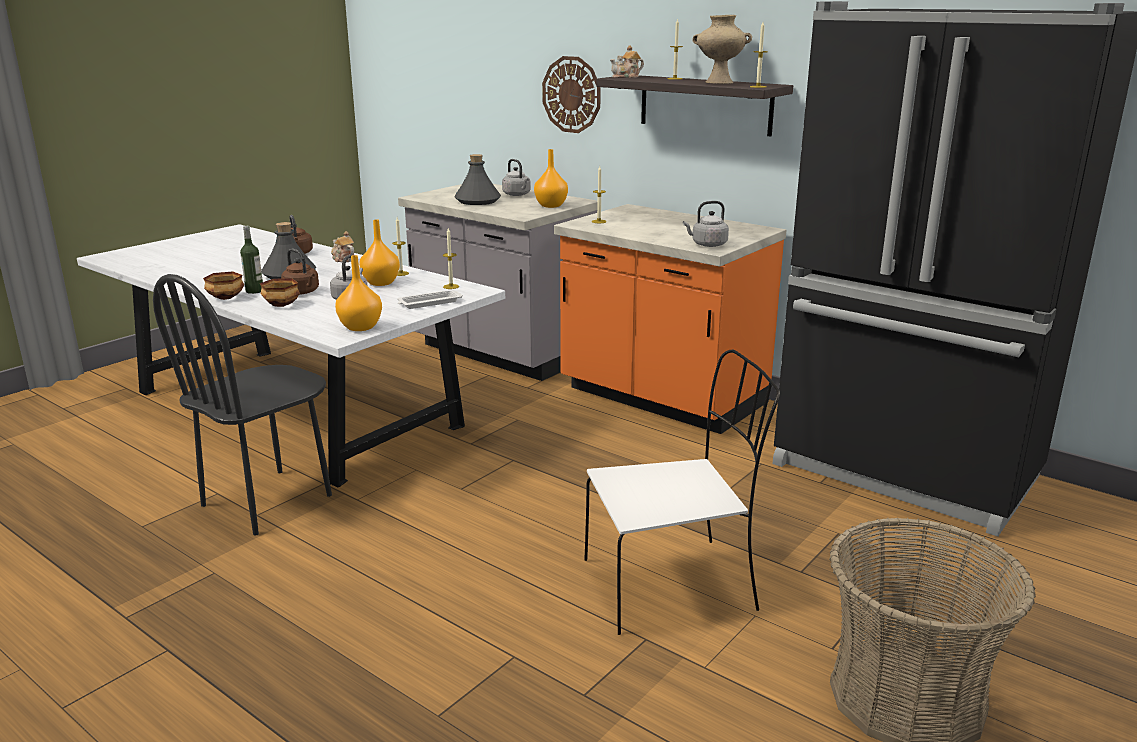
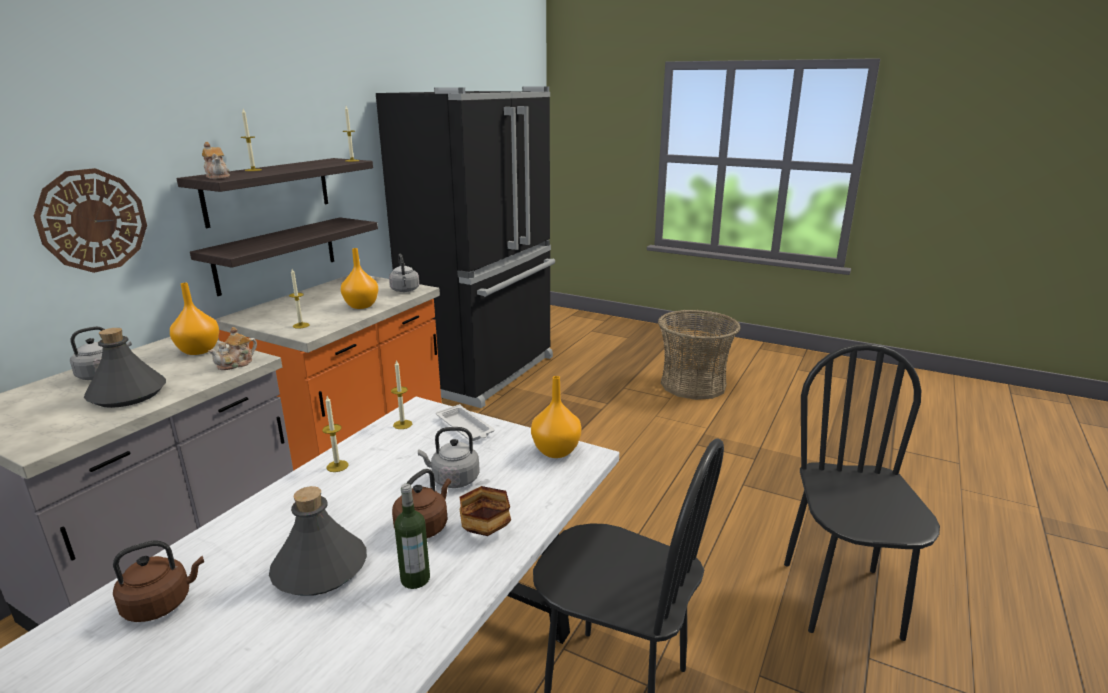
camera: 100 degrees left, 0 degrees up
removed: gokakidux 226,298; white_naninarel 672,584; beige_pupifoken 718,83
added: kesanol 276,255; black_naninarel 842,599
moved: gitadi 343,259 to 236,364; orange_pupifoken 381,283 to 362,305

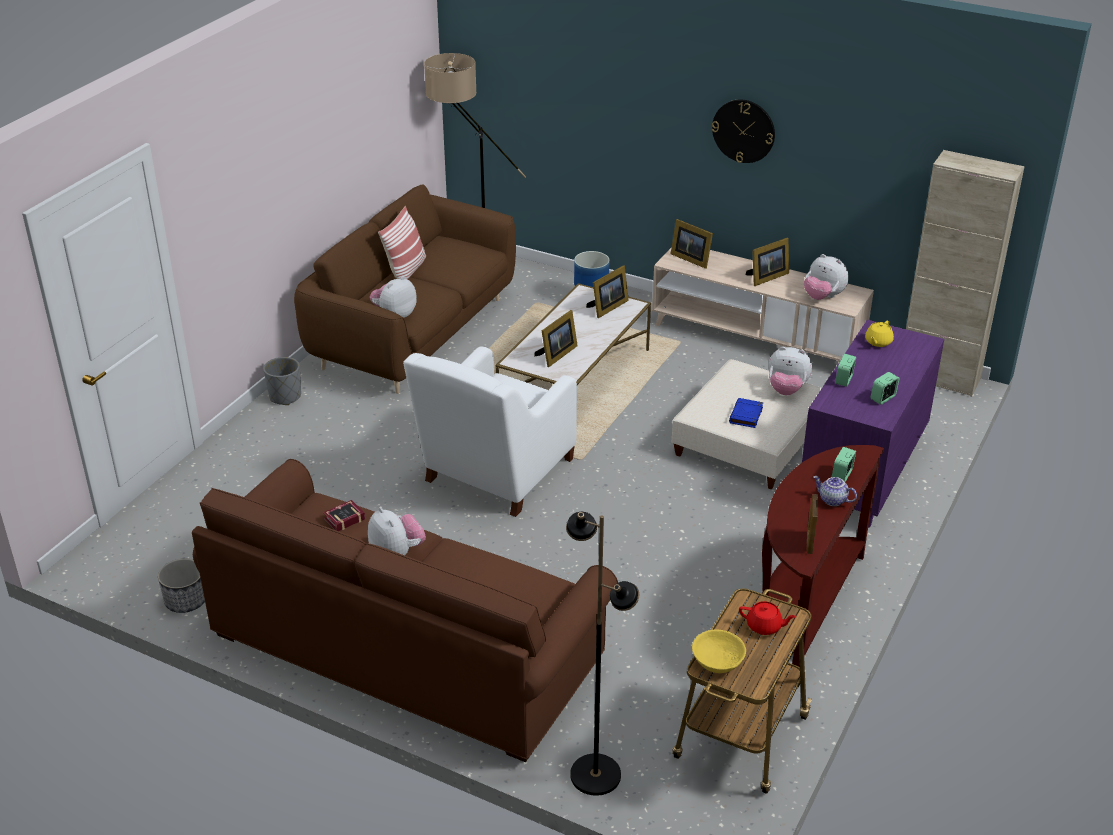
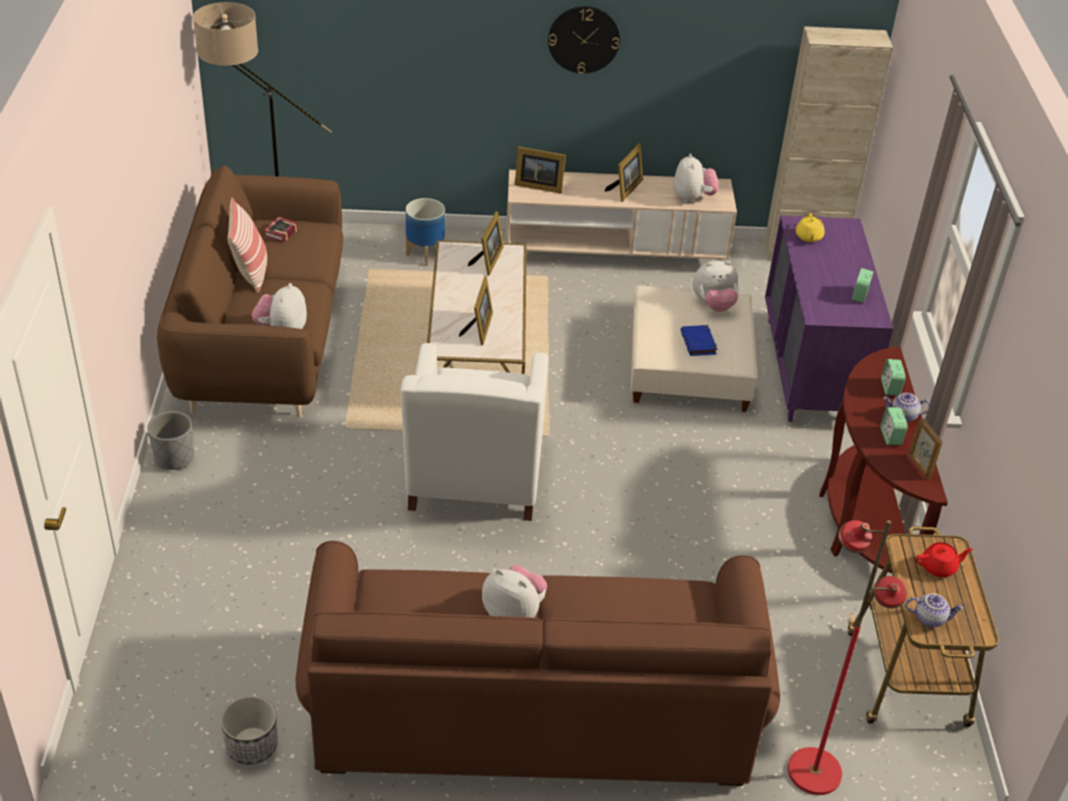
camera: 30 degrees left, 5 degrees up
moved: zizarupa 342,519 to 279,233; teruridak 844,380 to 890,436
replaced: yellow_gokakidux 717,660 to gitadi 930,618
recoloured: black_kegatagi 595,774 to red_kegatagi 813,771
turned: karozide 823,297 = 693,198 105 degrees counterclockwise

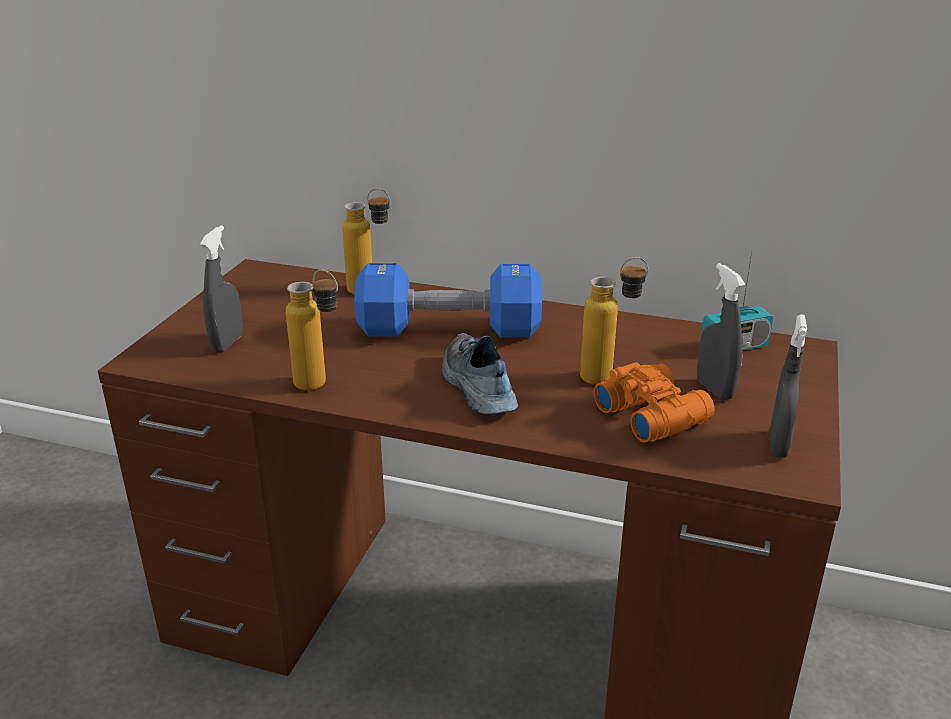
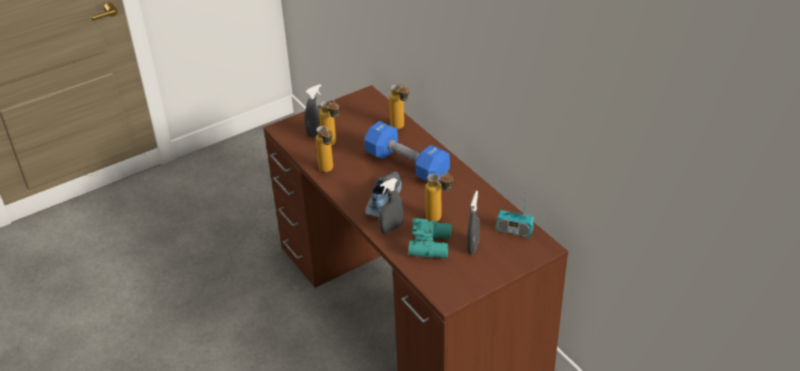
camera: 40 degrees right, 10 degrees up
added: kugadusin 333,145
moved: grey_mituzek 778,445 to 391,229
recoloured: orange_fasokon 652,414 to turquoise_fasokon 431,244

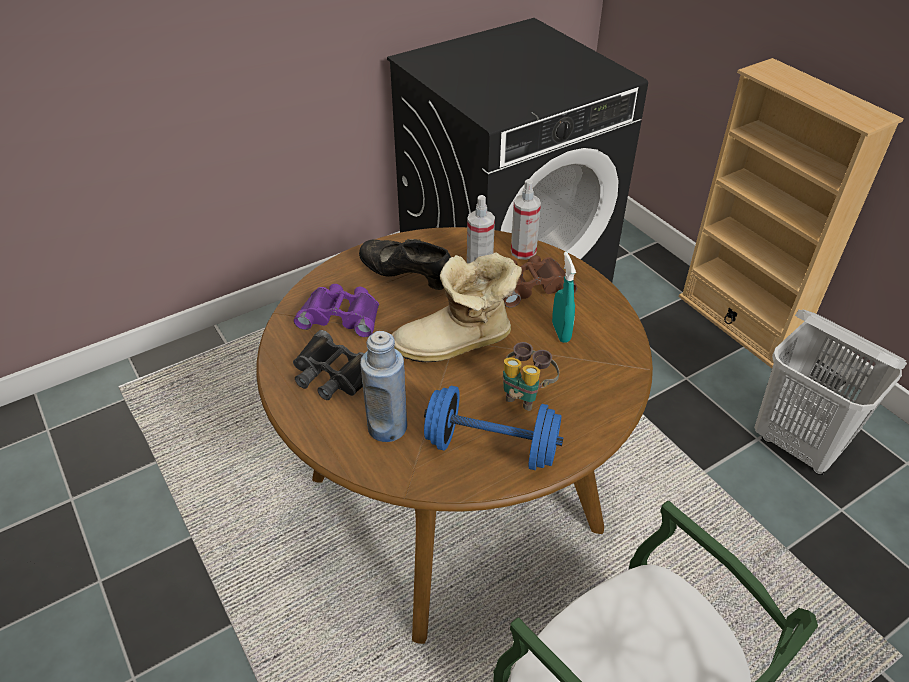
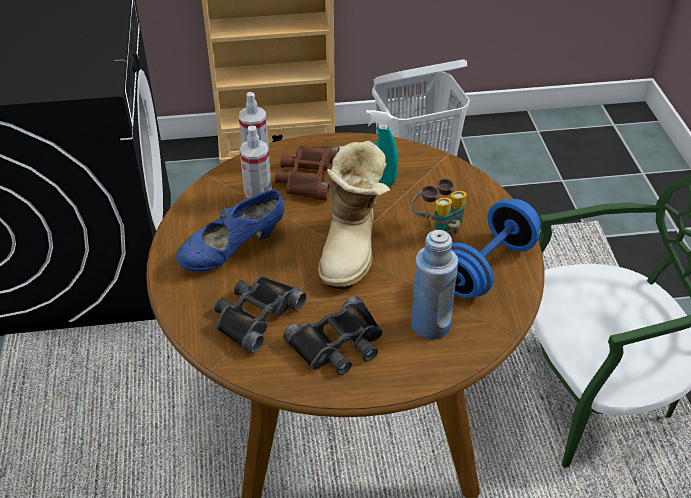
camera: 65 degrees left, 0 degrees up
recoloured: purple_fasokon 341,315 to black_fasokon 255,316; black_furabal 407,277 to blue_furabal 233,251

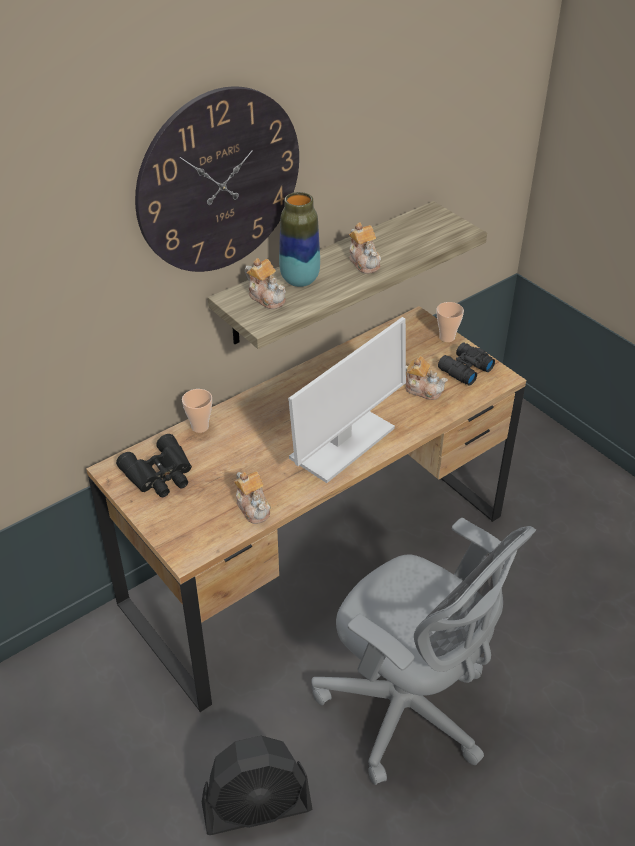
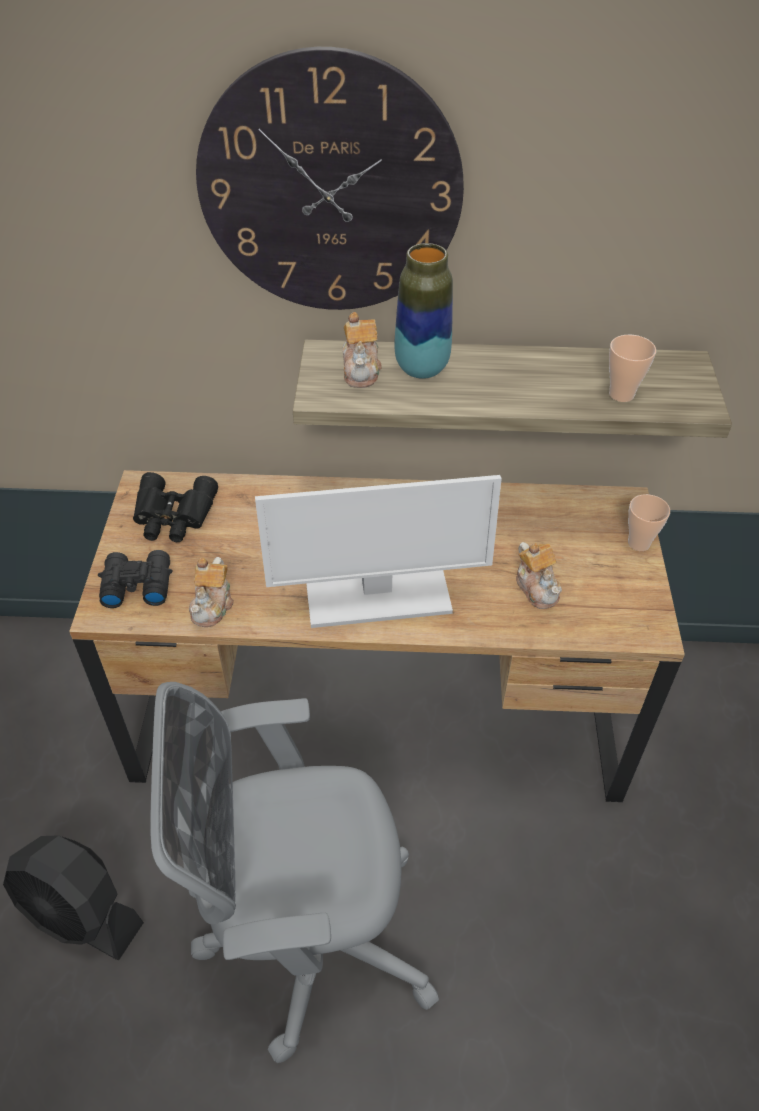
camera: 40 degrees right, 5 degrees up
removed: gitadi 364,262
moved: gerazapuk 200,427 to 621,394; black_fasokon 464,369 to 136,585
turned: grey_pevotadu 409,710 = 306,938 90 degrees clockwise

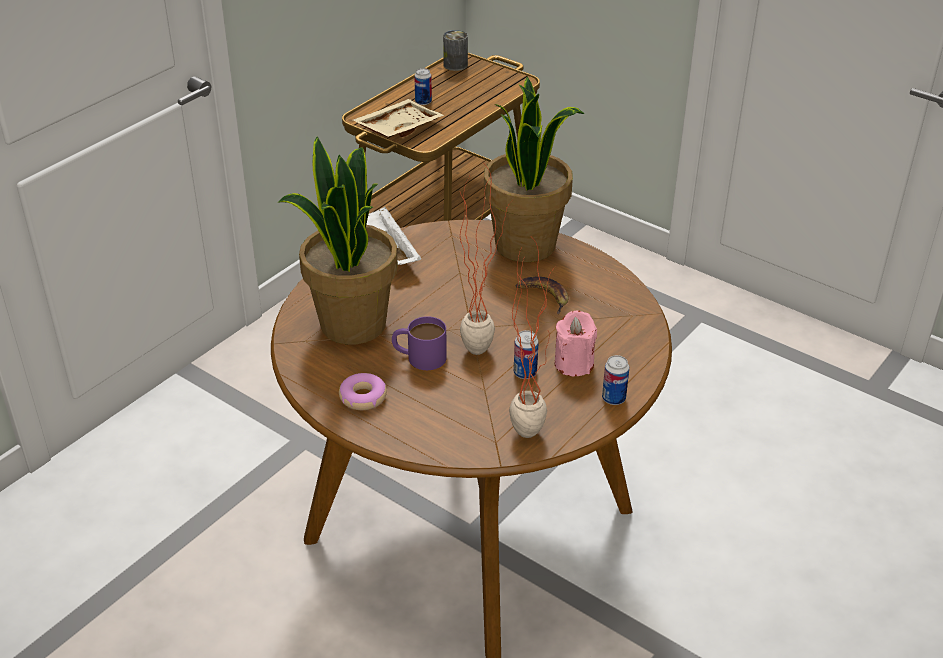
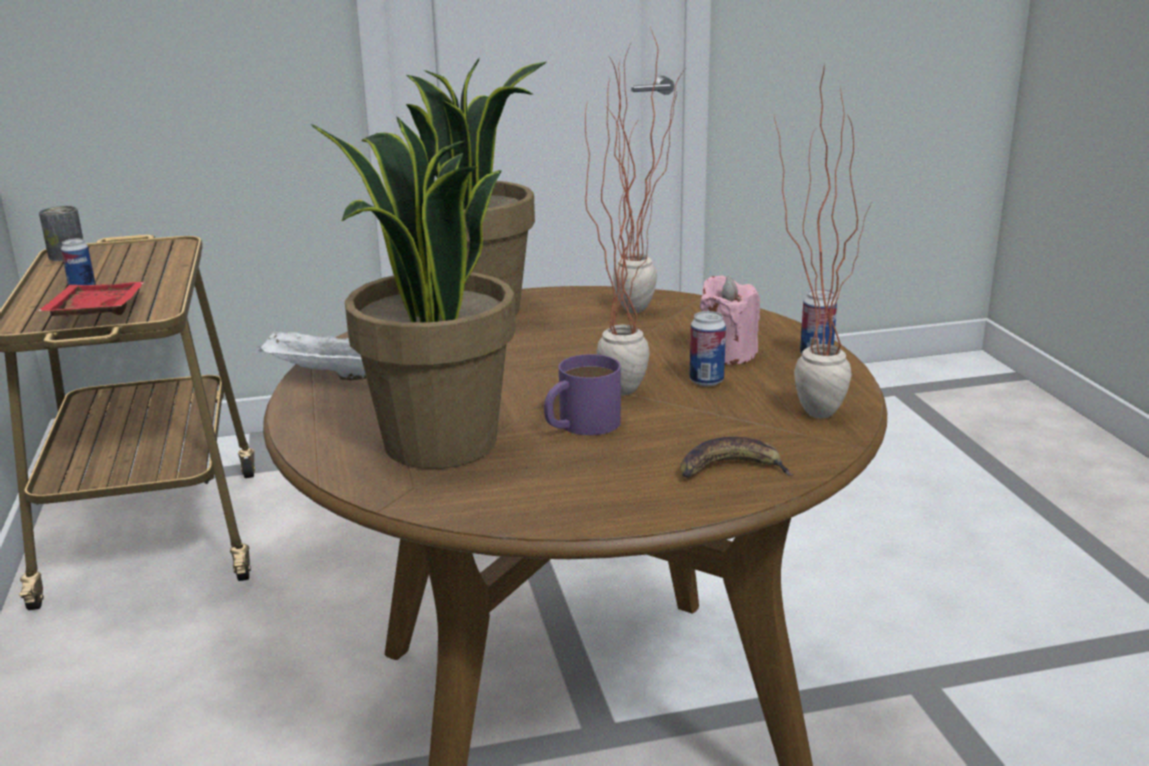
camera: 50 degrees left, 15 degrees down
removed: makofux 363,397
added: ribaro 648,310
moved: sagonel 543,296 to 730,469
recoloured: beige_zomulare 397,128 to red_zomulare 94,314

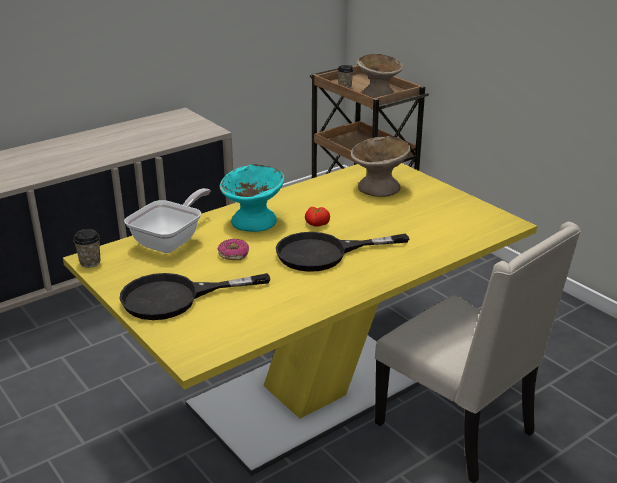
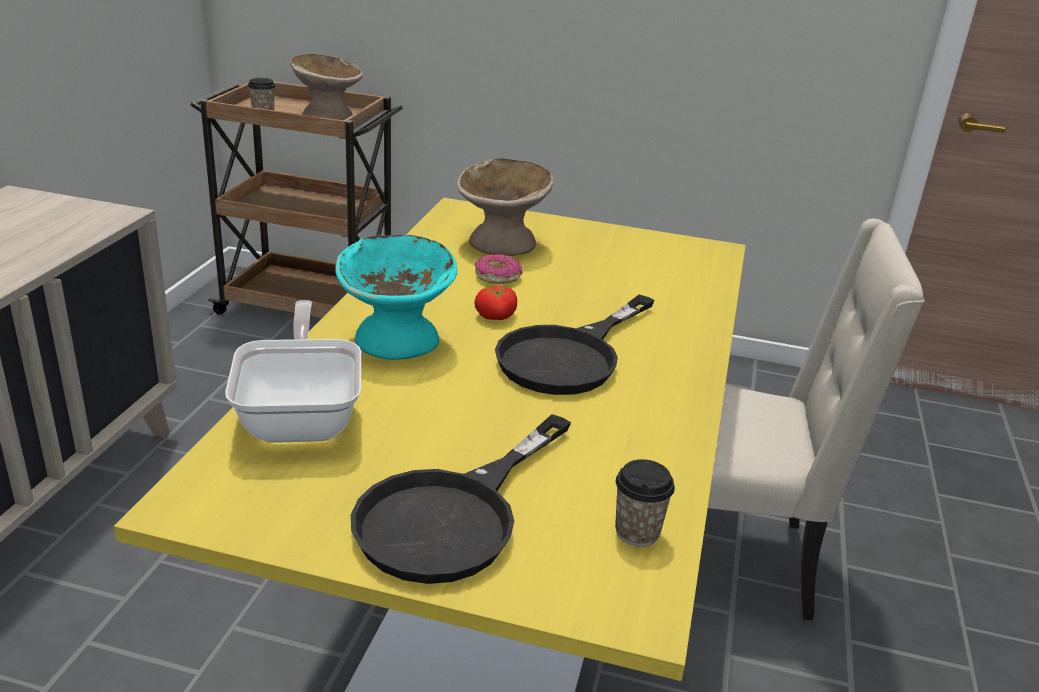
camera: 40 degrees left, 0 degrees up
moved: gerazapuk 90,262 to 637,532; makofux 233,254 to 497,277

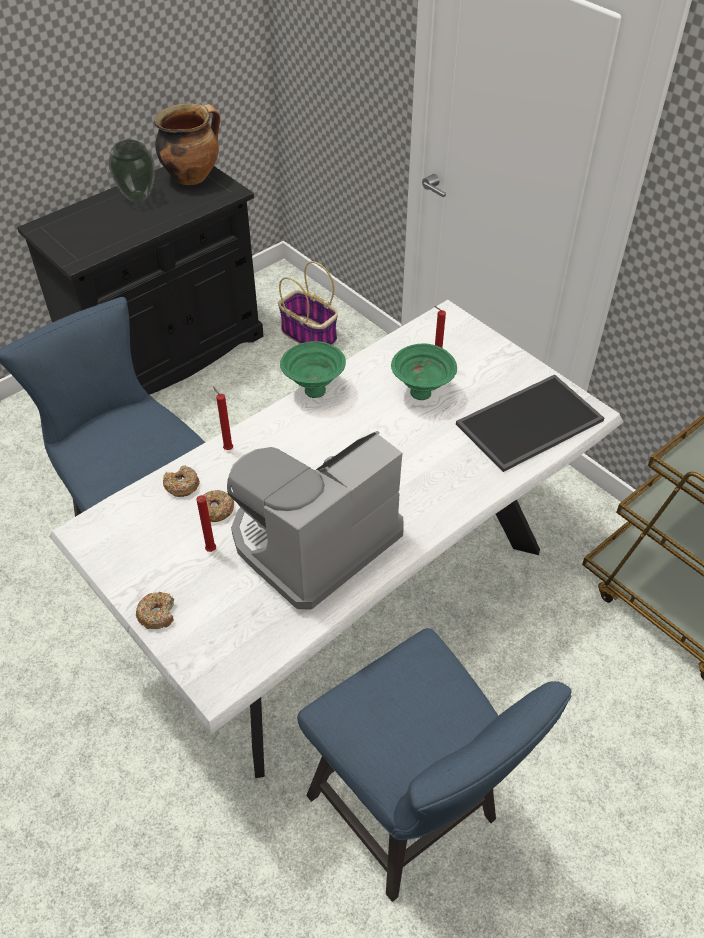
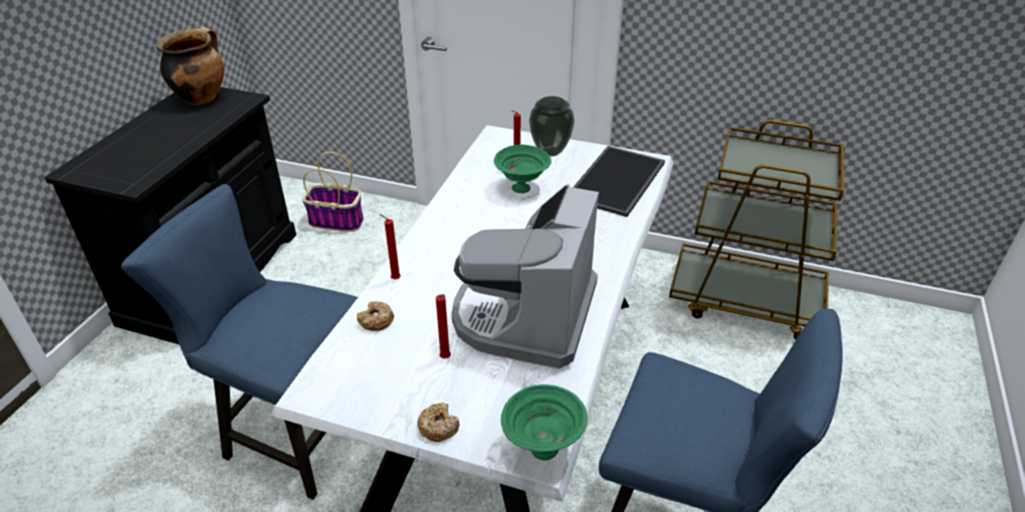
camera: 30 degrees left, 10 degrees down
removed: makofux 216,510
moved: pupifoken 137,196 to 549,152; green_gokakidux 313,391 to 542,450

